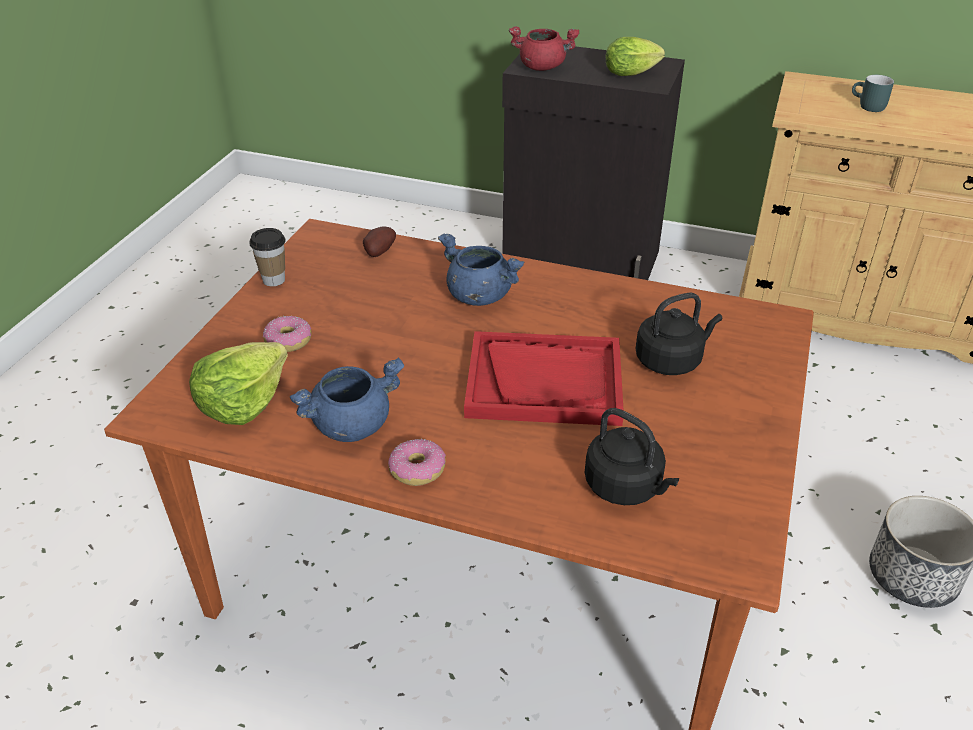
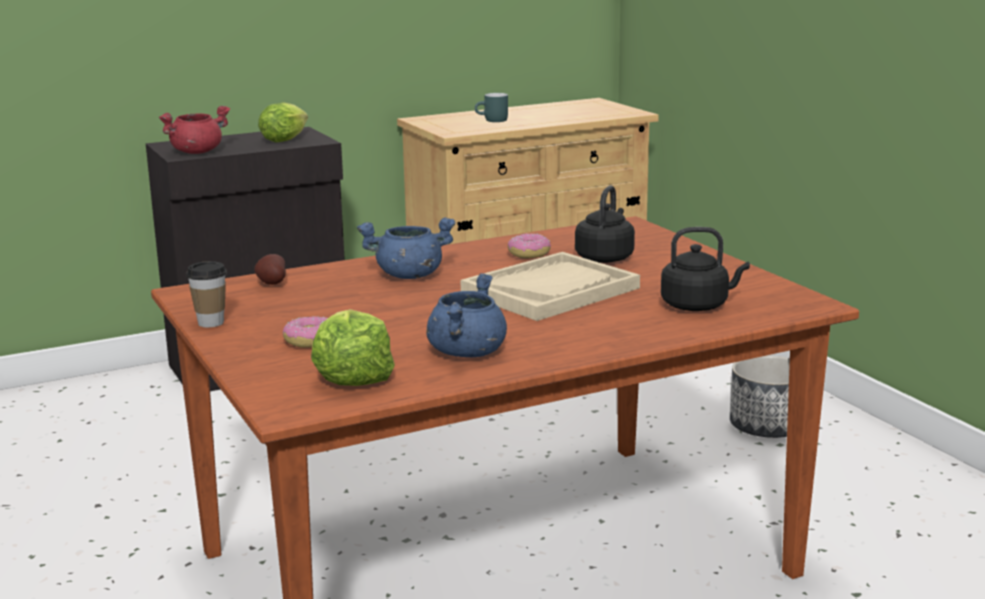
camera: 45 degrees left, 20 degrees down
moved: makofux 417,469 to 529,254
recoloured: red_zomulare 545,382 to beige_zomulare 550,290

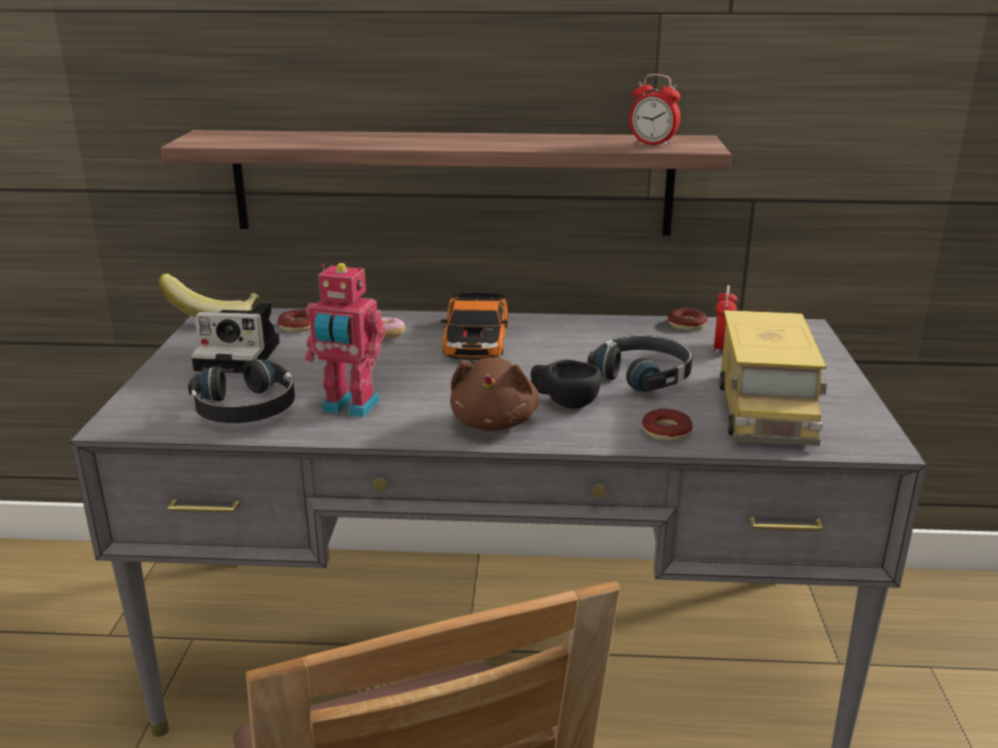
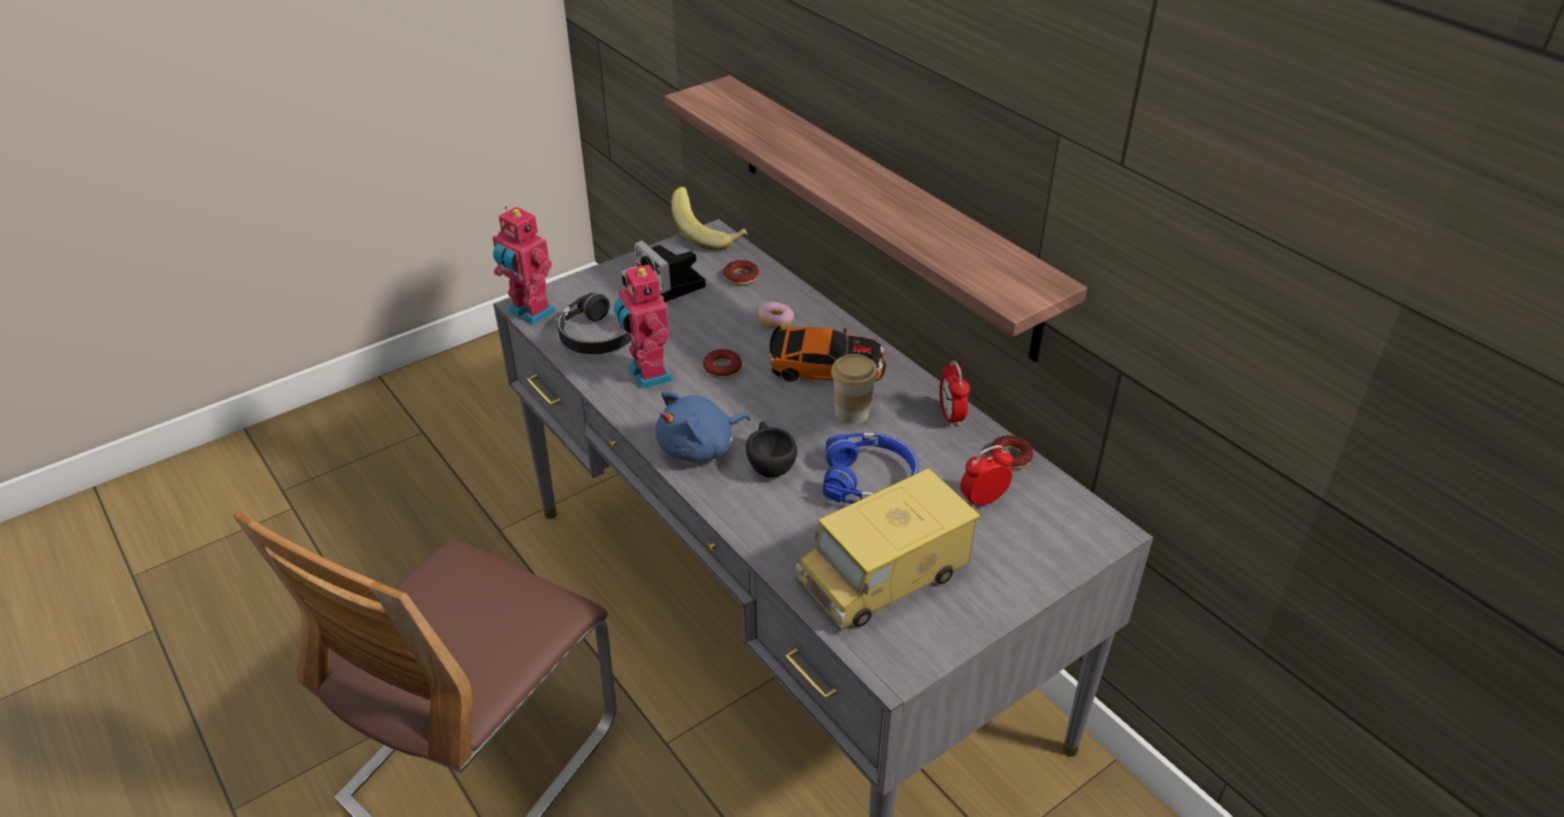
camera: 50 degrees right, 15 degrees up
added: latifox 530,313; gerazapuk 852,412
moved: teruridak 653,144 to 951,416; makofux 666,431 to 722,368
recoloured: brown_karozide 494,422 to blue_karozide 700,448; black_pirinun 644,374 to blue_pirinun 870,480
turned: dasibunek 477,339 = 826,365 135 degrees counterclockwise

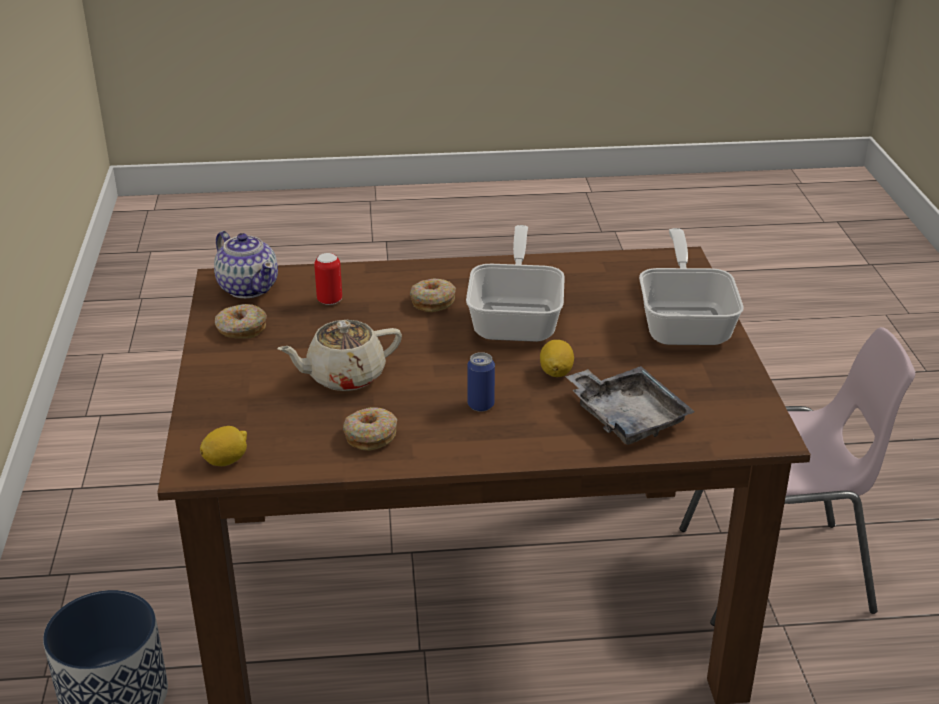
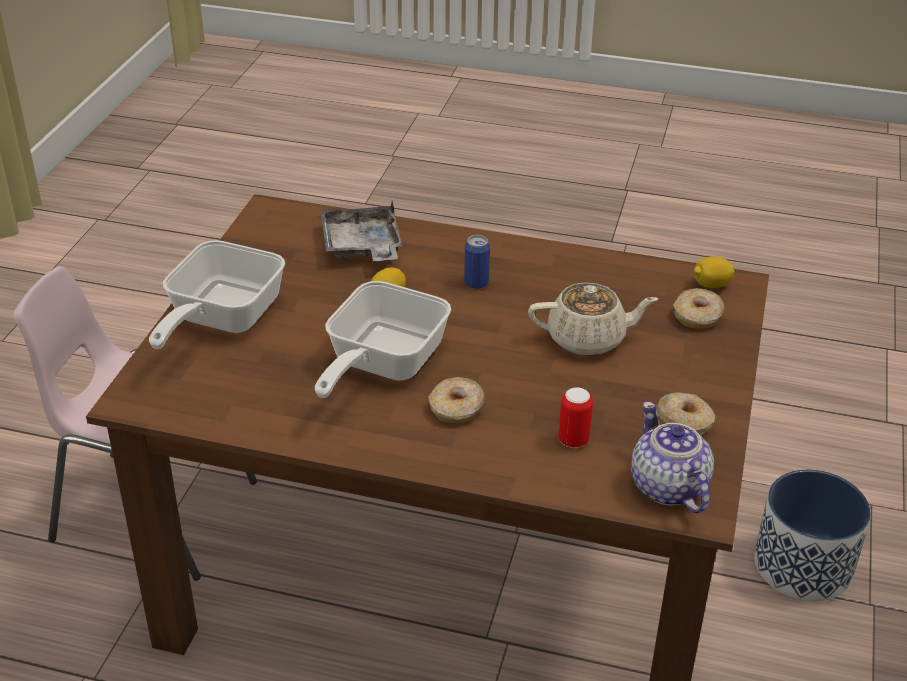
camera: 160 degrees left, 5 degrees up
moved: makofux 370,436 to 697,317

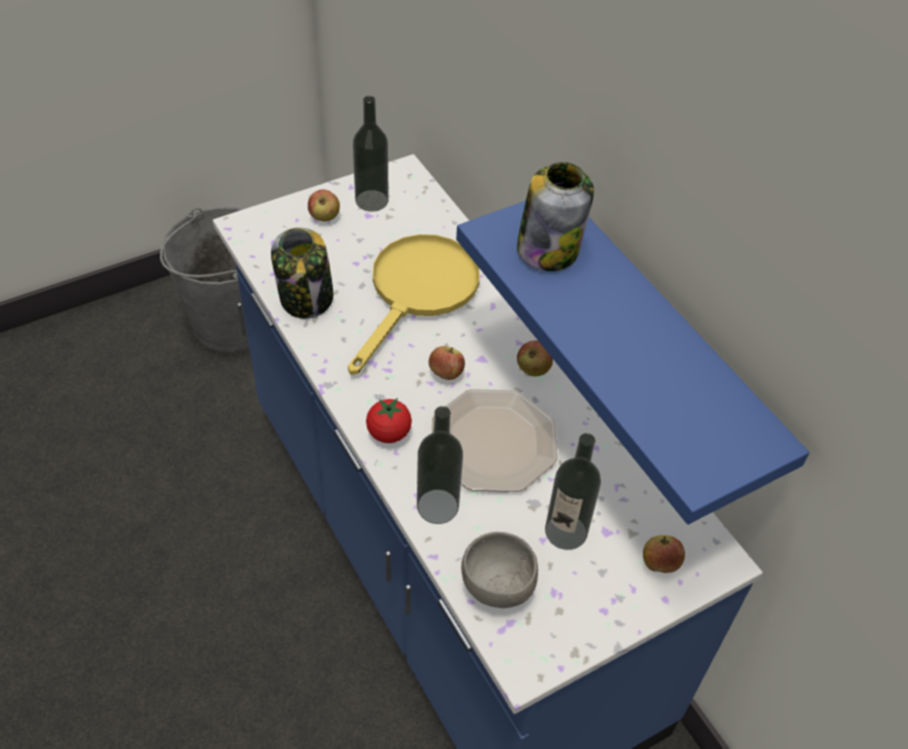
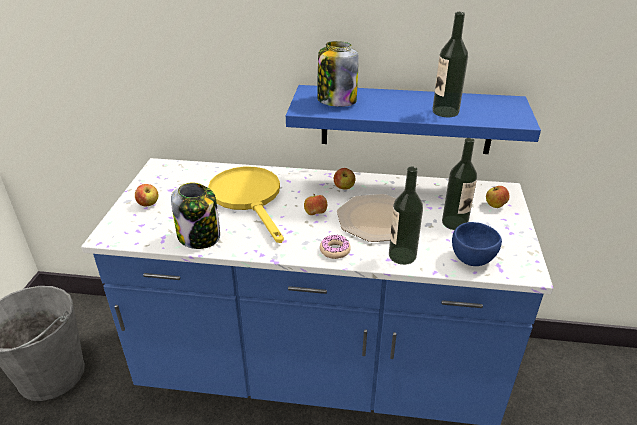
camera: 50 degrees left, 15 degrees down
moved: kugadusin 371,200 to 445,112
replaced: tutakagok 389,433 to makofux 335,250
recoloured: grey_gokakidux 498,589 to blue_gokakidux 473,259

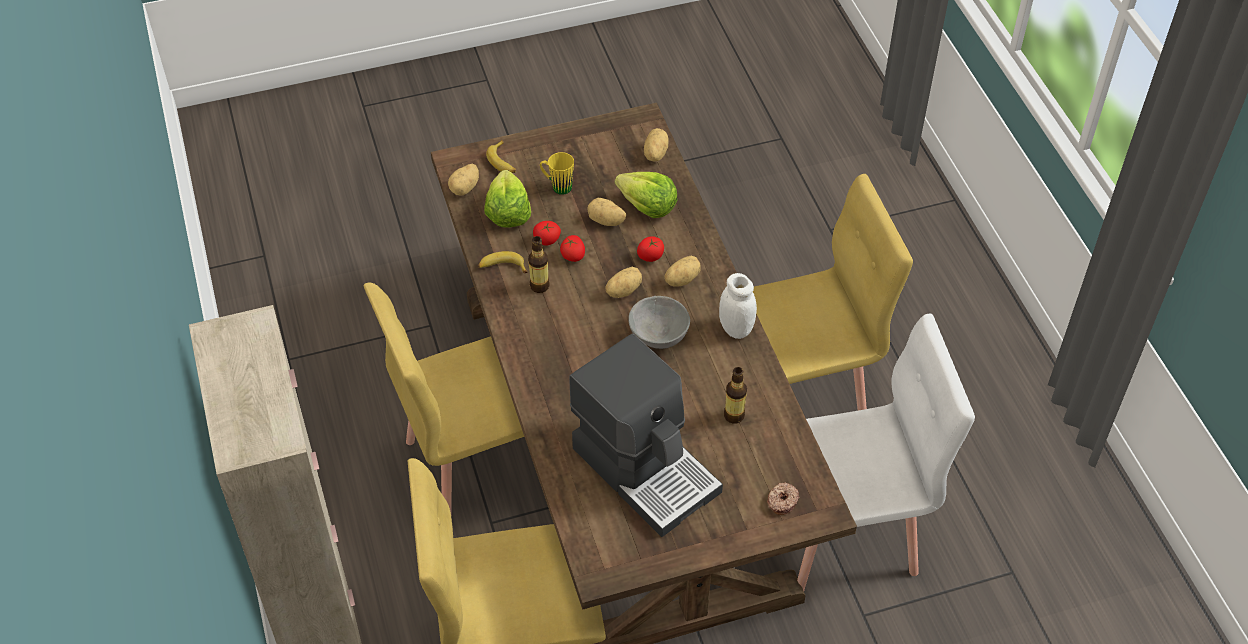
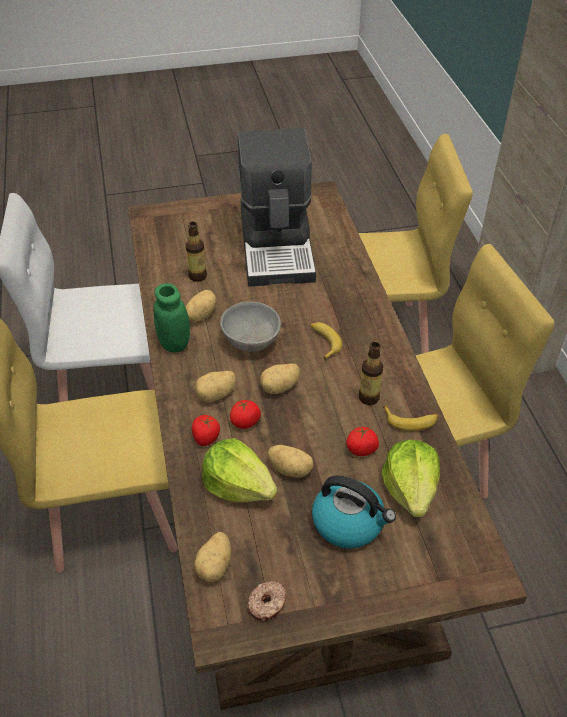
camera: 175 degrees left, 5 degrees down
moved: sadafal 465,188 to 200,315; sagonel 503,162 to 324,342; tutakagok 573,256 to 206,438; makofux 782,501 to 267,604
replaced: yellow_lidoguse 557,186 to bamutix 349,523
recoloured: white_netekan 736,328 to green_netekan 174,343
turned: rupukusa 646,467 = 278,247 150 degrees counterclockwise

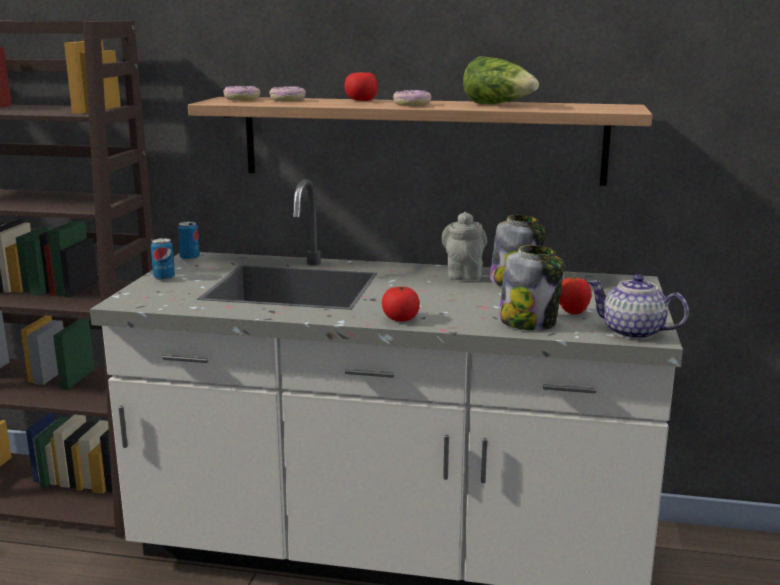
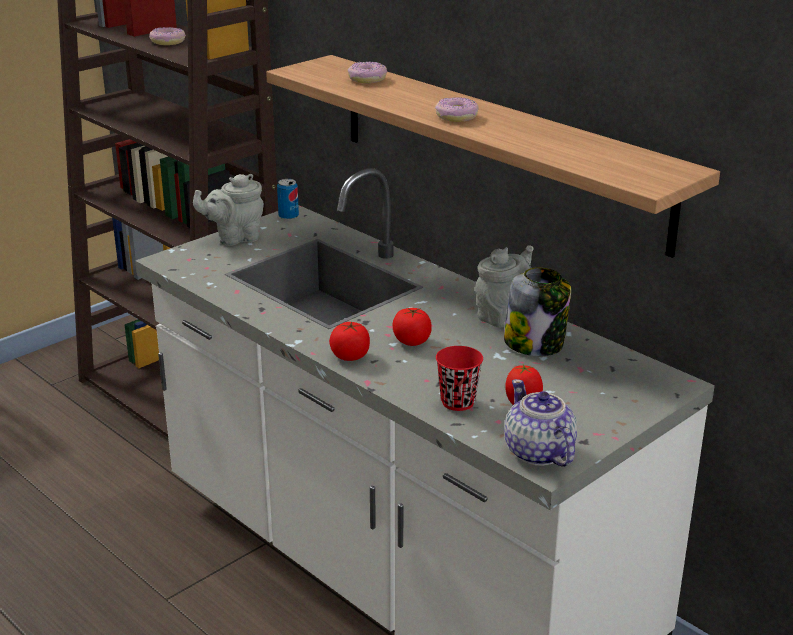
camera: 35 degrees right, 10 degrees up
removed: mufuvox 499,105
moved: makofux 242,99 to 168,42; tutakagok 361,100 to 411,341
replaced: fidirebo 164,278 to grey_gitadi 234,238; netekan 528,322 to red_gerazapuk 458,402

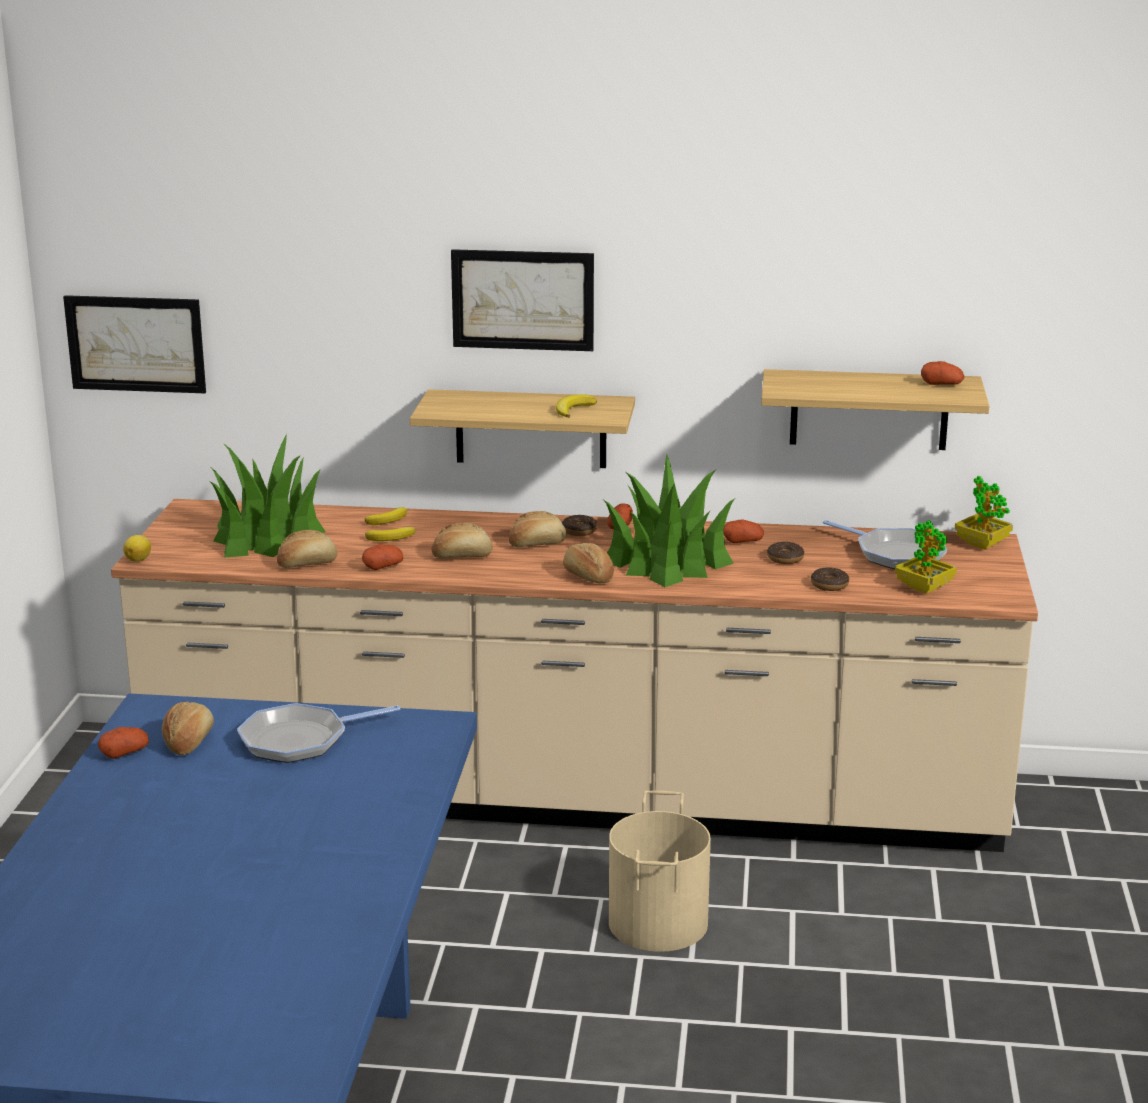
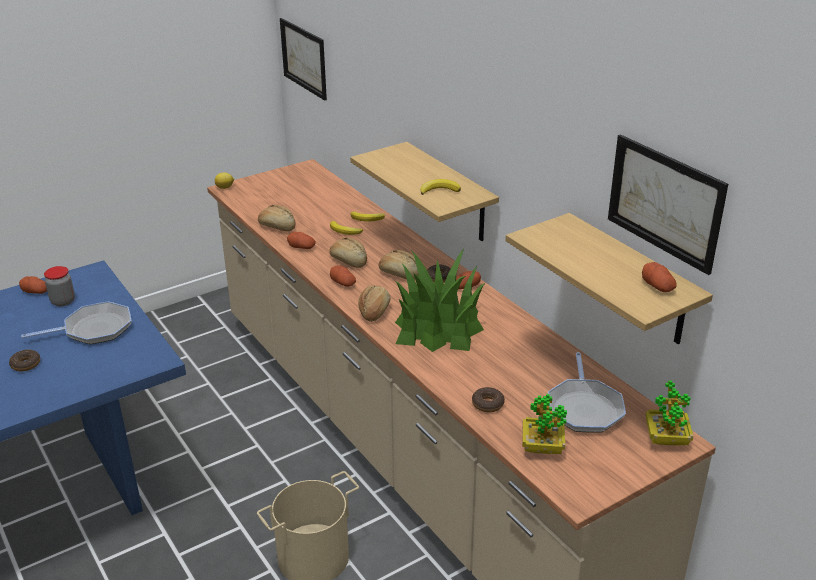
camera: 50 degrees right, 10 degrees up
removed: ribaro 268,537
moved: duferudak 523,300 to 664,202; sadafal 743,541 to 343,283; makofux 785,558 to 26,364
replaced: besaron 188,742 to netekan 63,301
turned: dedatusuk 300,740 = 94,329 135 degrees clockwise

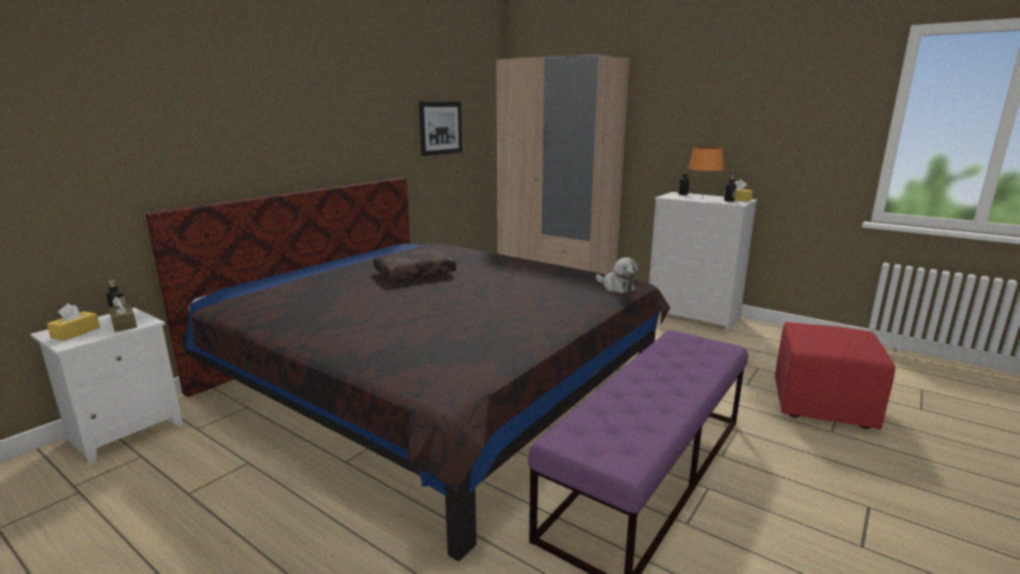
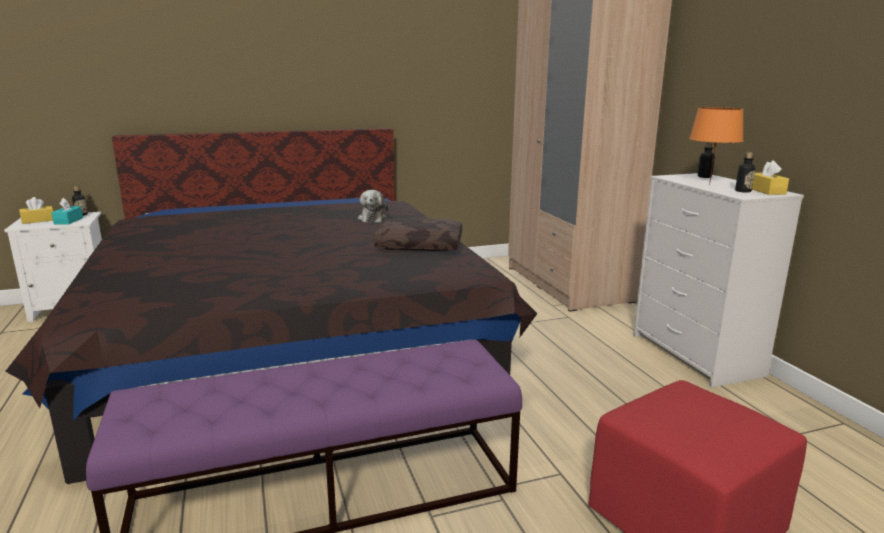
camera: 35 degrees right, 0 degrees up
removed: duferudak 440,128
moved: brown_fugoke 415,273 to 420,245; karozide 616,287 to 372,218
recoloured: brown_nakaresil 124,324 to turquoise_nakaresil 68,221

